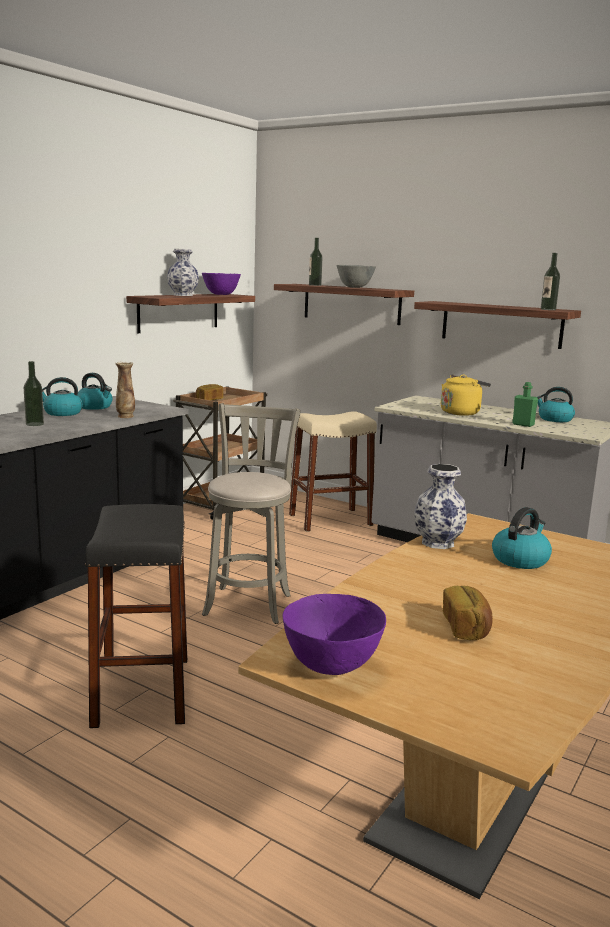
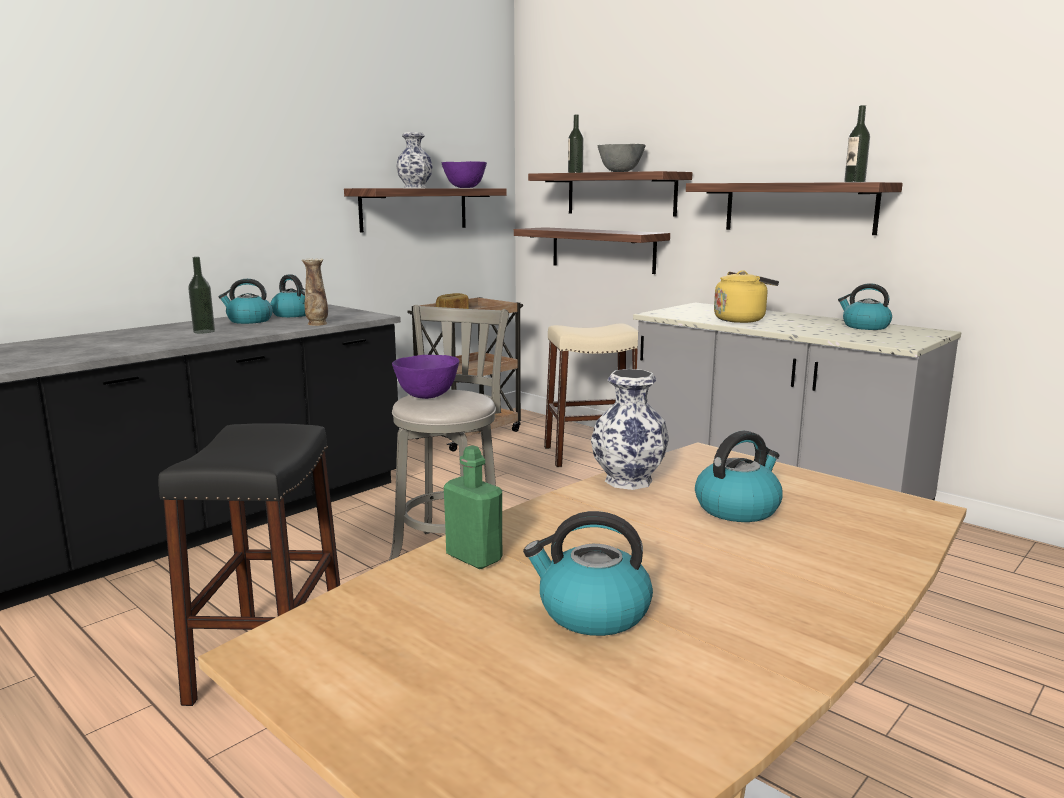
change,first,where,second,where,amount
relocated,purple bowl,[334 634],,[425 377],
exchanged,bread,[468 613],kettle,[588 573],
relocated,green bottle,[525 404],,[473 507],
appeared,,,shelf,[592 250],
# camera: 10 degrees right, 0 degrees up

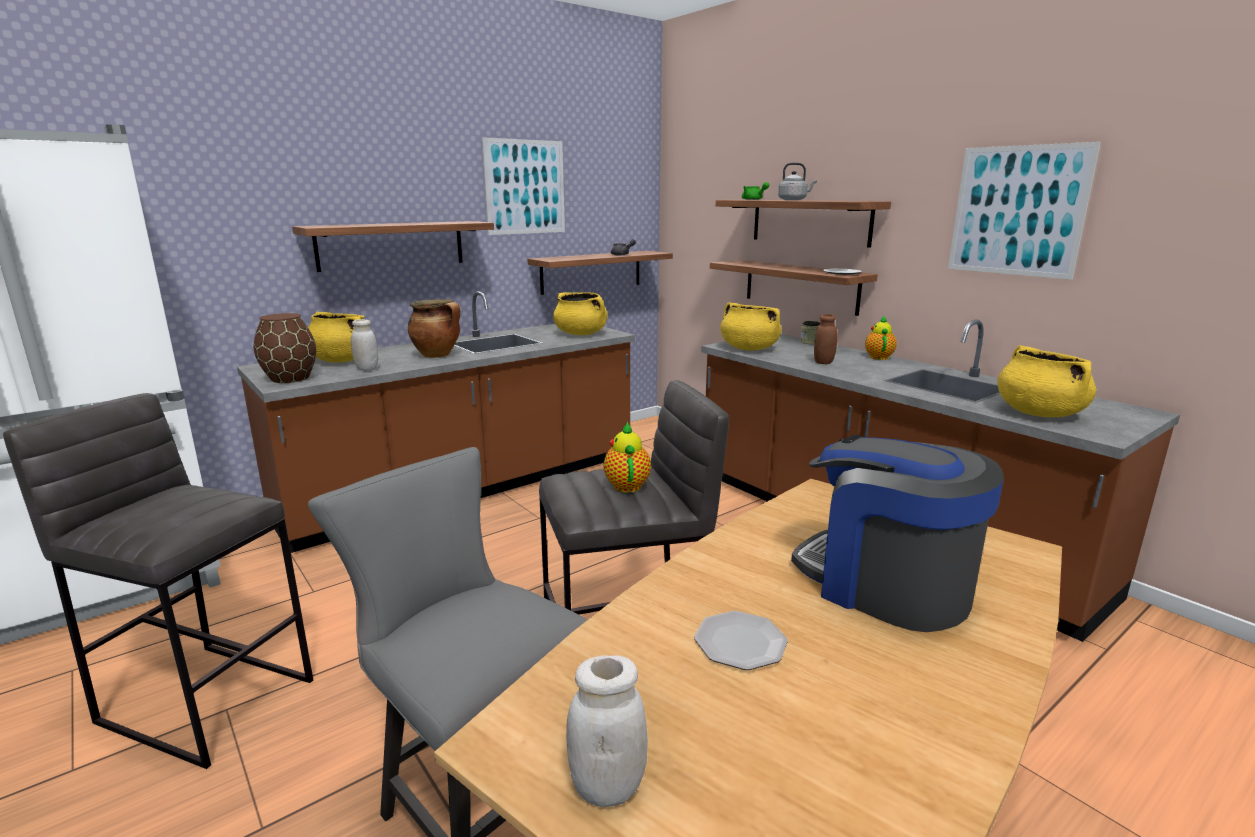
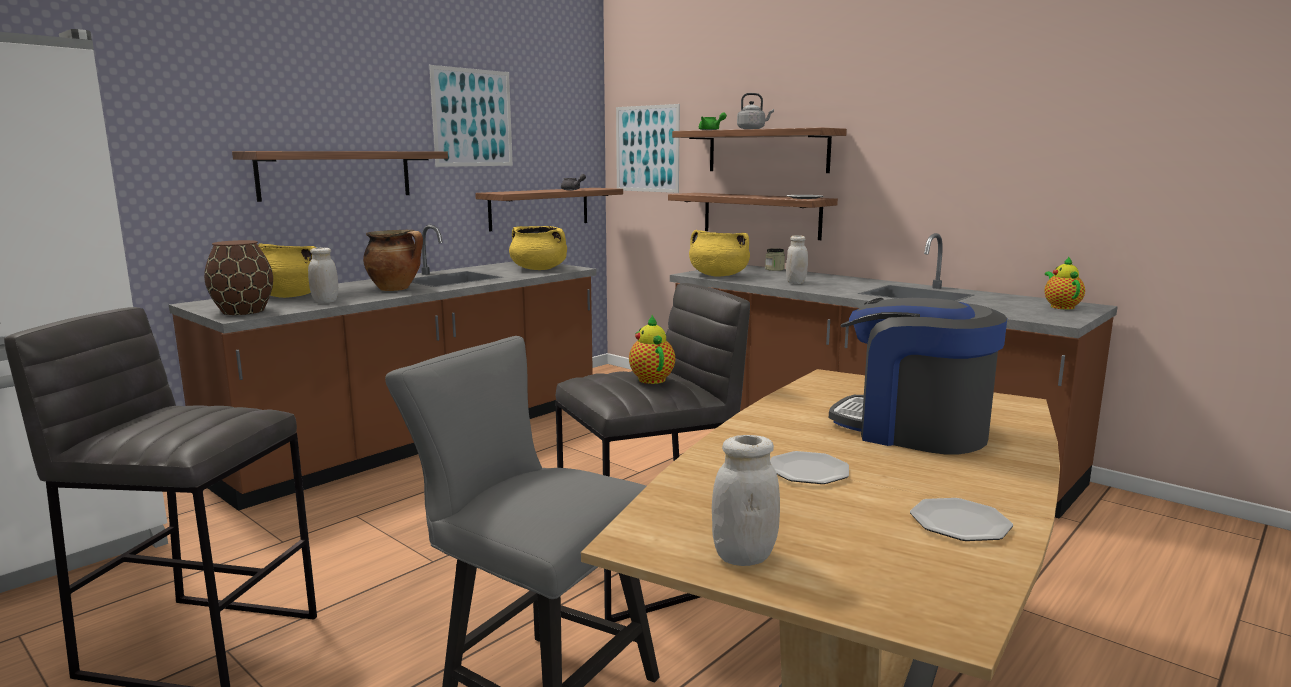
change,first,where,second,where,amount
colour,brown jar,[826 339],white jar,[797 259],
relocated,teapot,[881 338],,[1065 283],
relocated,picture,[1024 211],,[648 148],
missing,yellow cooking pot,[1046 381],,,
appeared,,,plate,[961 519],
# camera: 10 degrees left, 5 degrees down

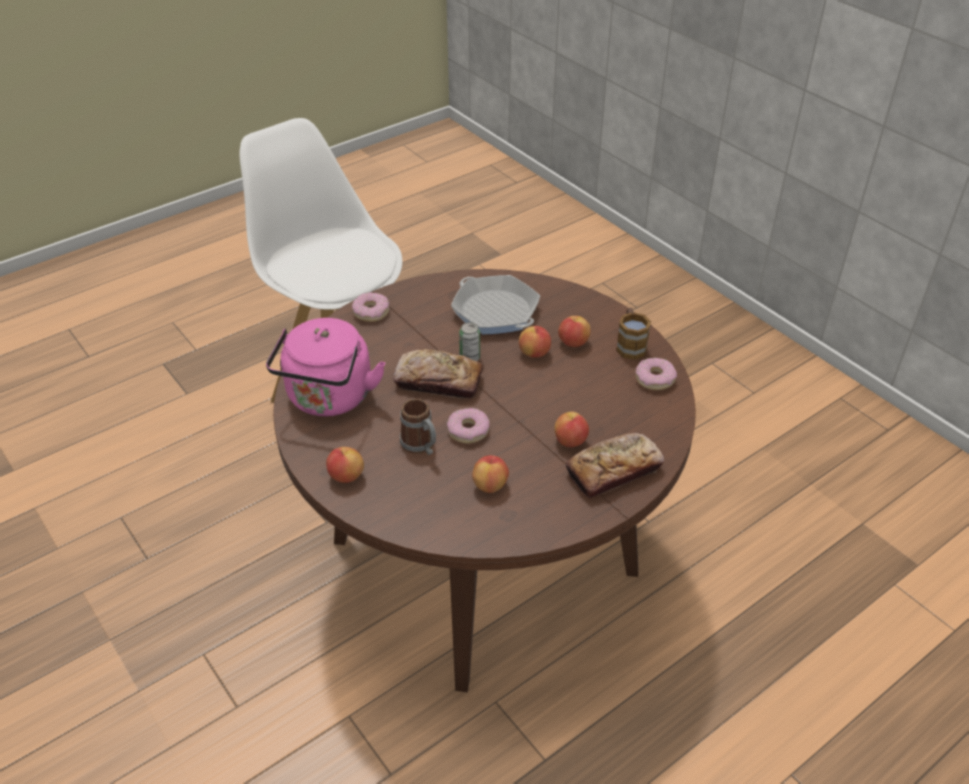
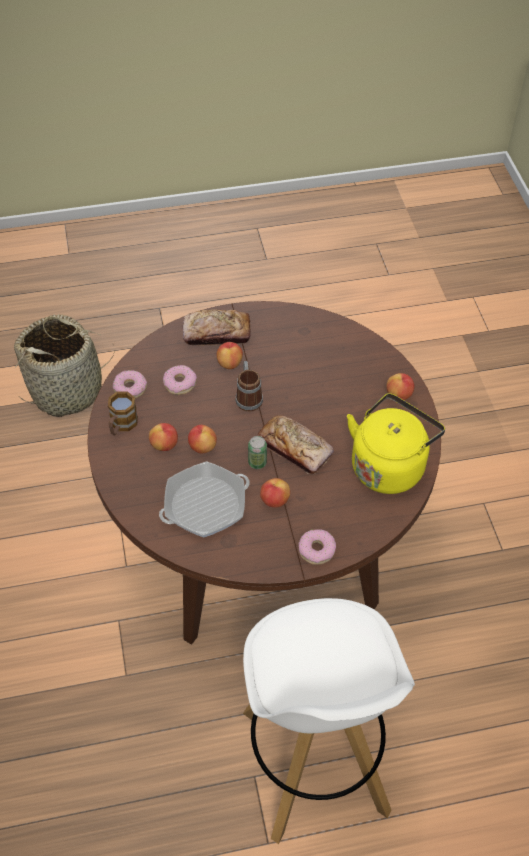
change,first,where,second,where,amount
colour,pink kettle,[325 367],yellow kettle,[396 443],
relocated,mug,[418 427],,[249 386],
relocated,donut,[468 426],,[180 380],
spun,frying pan,[495 304],,[204 499],75 degrees clockwise
relocated,apple,[490 474],,[275 493],
appeared,,,basket,[64 365],
# camera: 155 degrees left, 10 degrees up

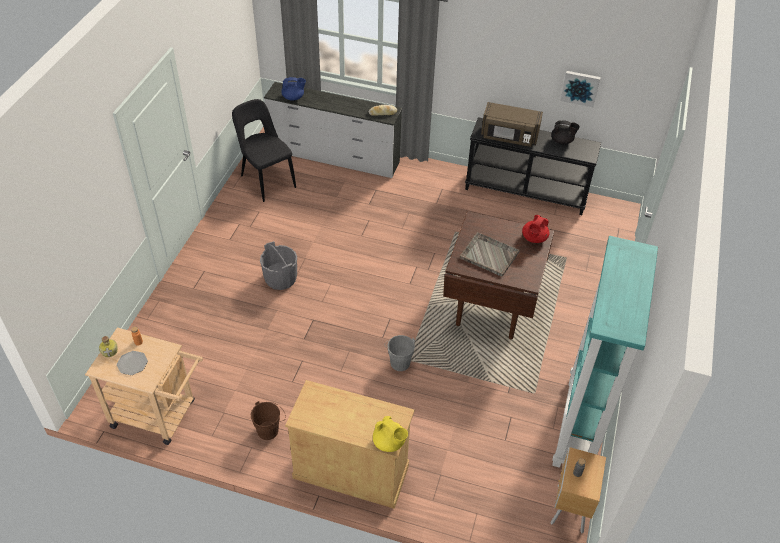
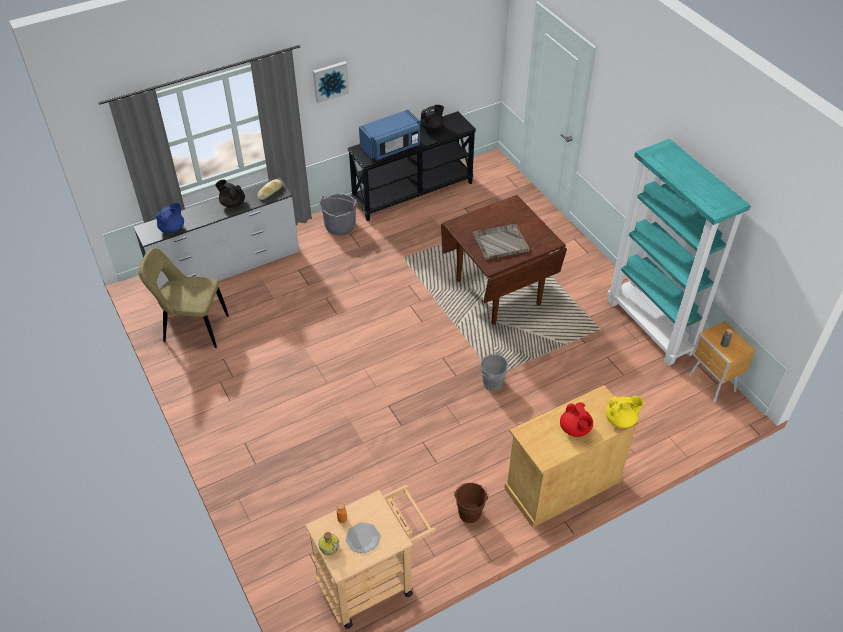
change,first,where,second,where,amount
colour,black chair,[264 150],beige chair,[184 298],
relocated,grey bucket,[278 265],,[338 214],
colour,brown microwave,[512 124],blue microwave,[389 135],
relocated,red teapot,[535 229],,[576 419],
relocated,picture,[580 89],,[331 82],
appeared,,,black teapot,[230 193],
# camera: 45 degrees left, 0 degrees up

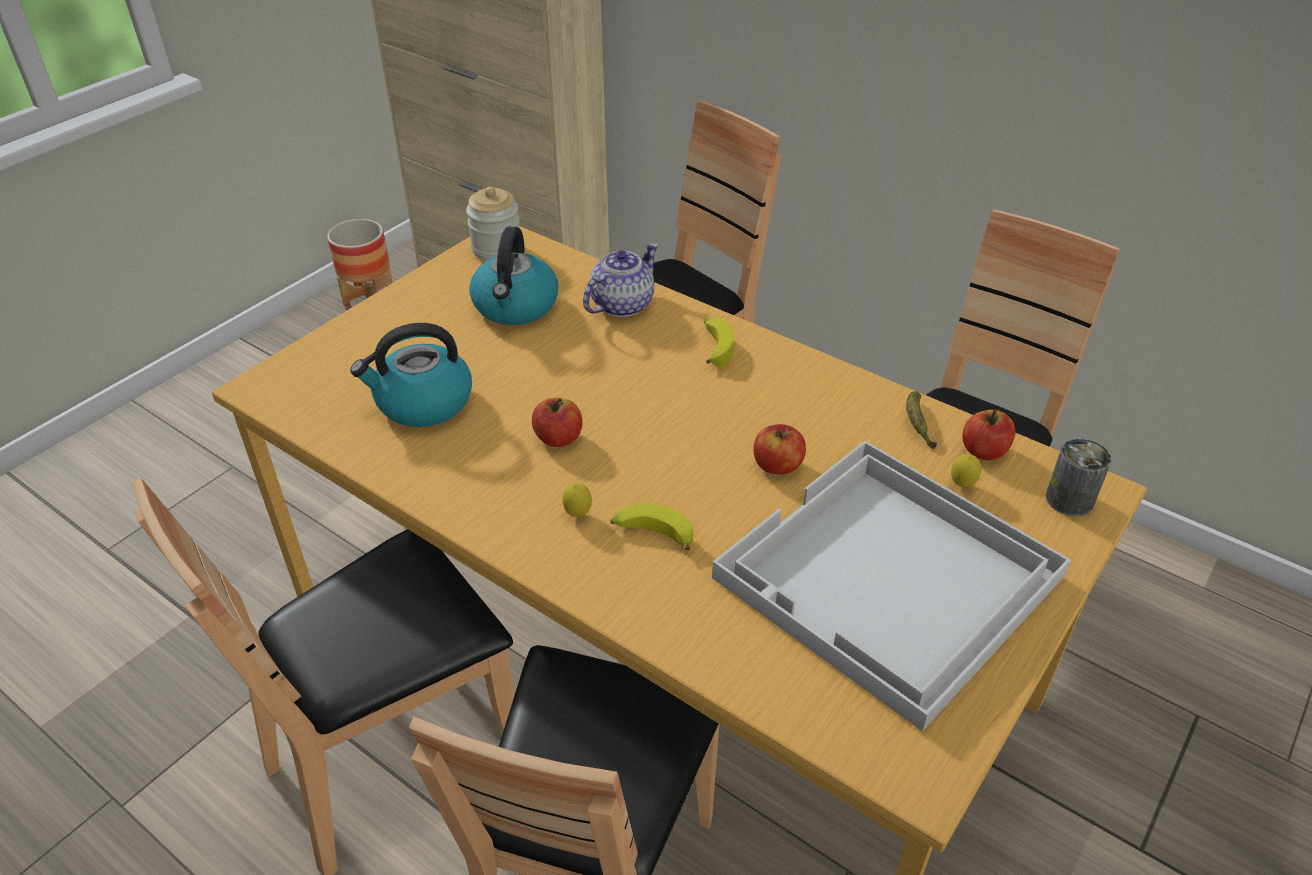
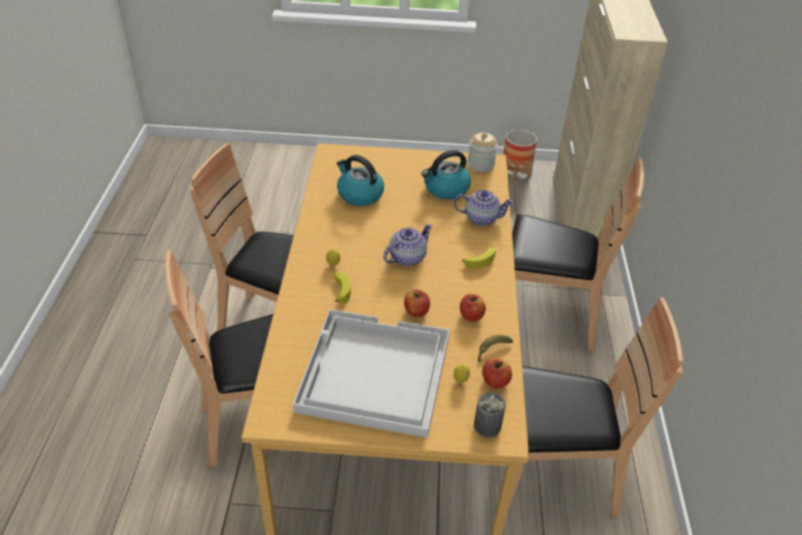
change,first,where,second,where,amount
relocated,apple,[557 422],,[473 308],
appeared,,,teapot,[408 245],
# camera: 55 degrees right, 0 degrees up

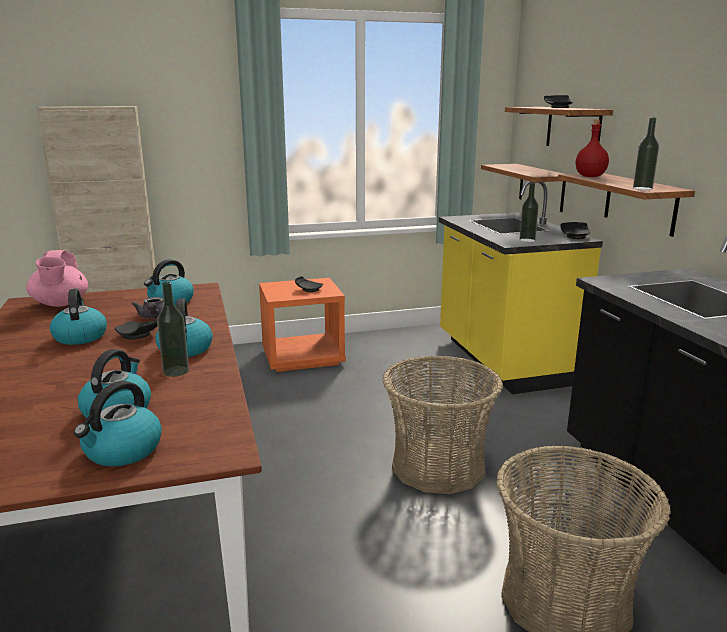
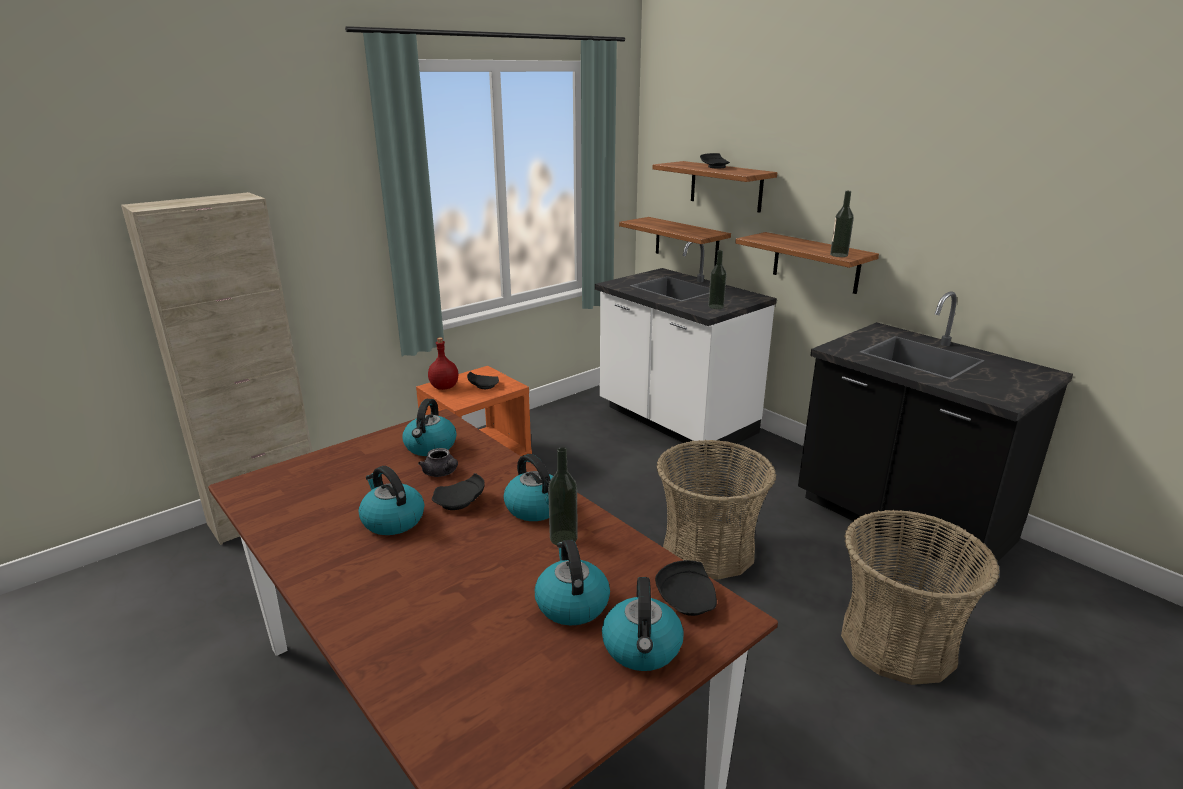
change,first,where,second,where,amount
missing,pink teapot,[57 278],,,
colour,yellow counter,[521 287],white counter,[686 348],
relocated,black plate,[575 230],,[686 588],
relocated,red bottle,[592 148],,[443 363],
# camera: 25 degrees left, 5 degrees up

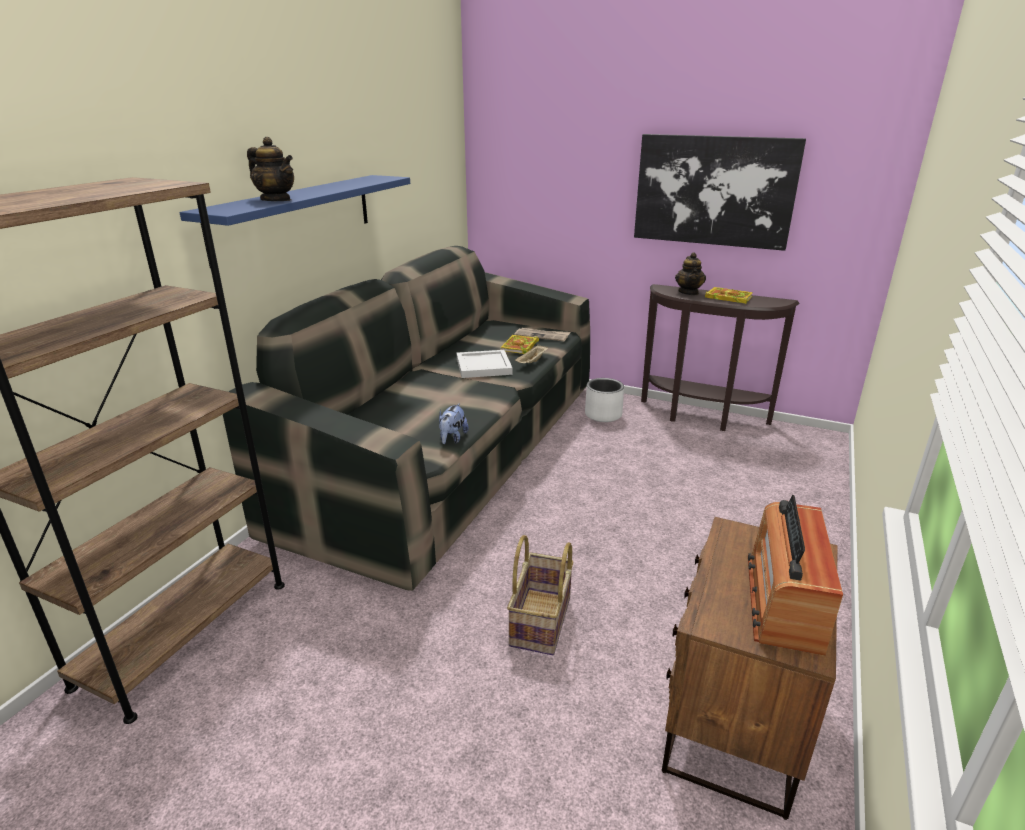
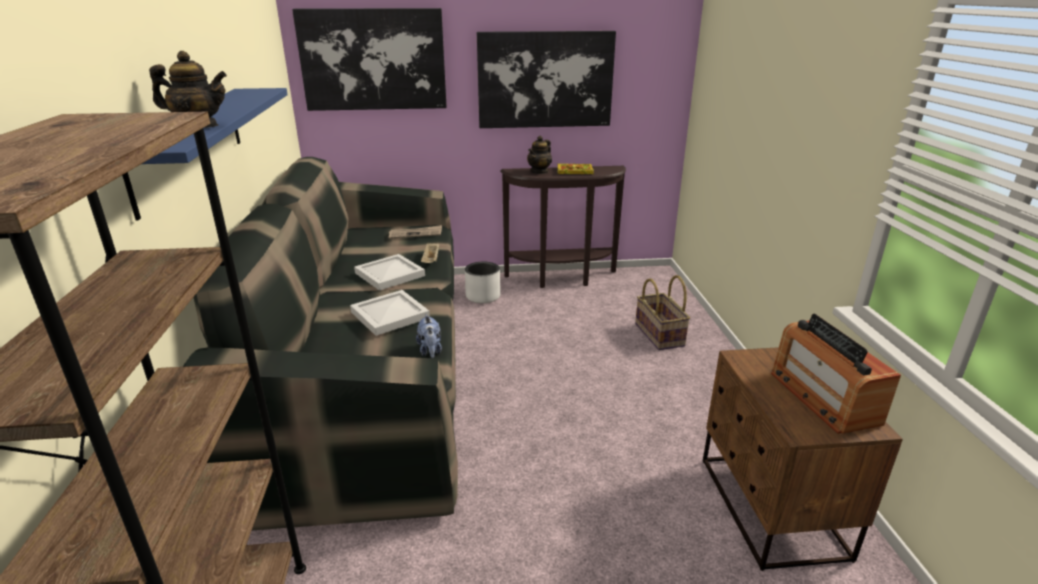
change,first,where,second,where,amount
missing,book,[520 344],,,
relocated,basket,[540 595],,[662 312],
spun,teapot,[690 273],,[539 155],60 degrees clockwise
appeared,,,picture,[369 59],
appeared,,,white tray,[390 313],
# camera: 30 degrees left, 0 degrees up

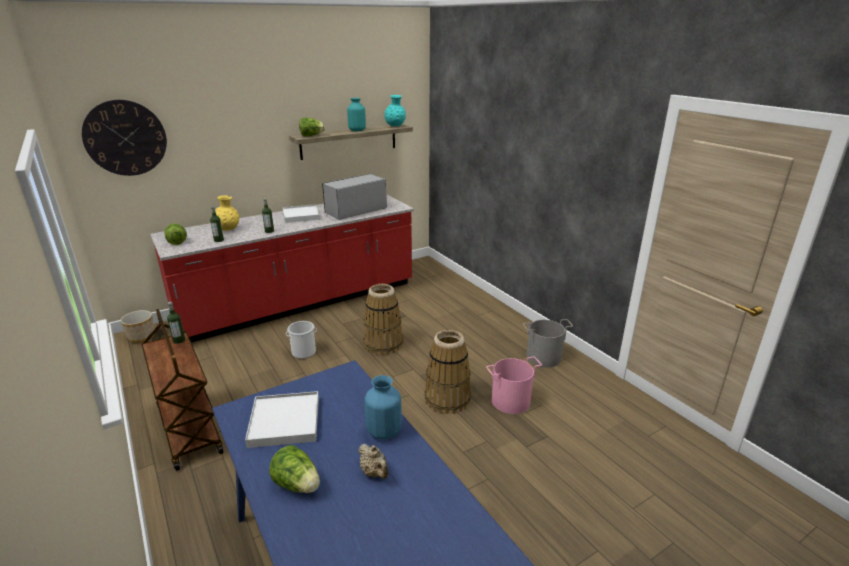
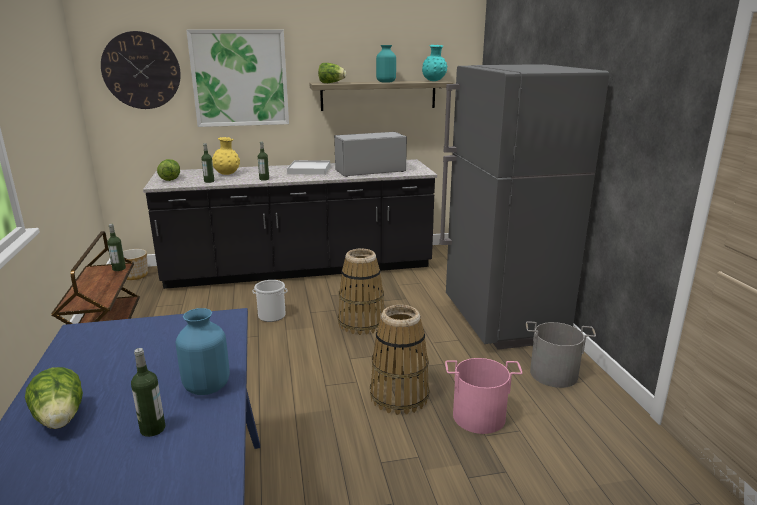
change,first,where,second,where,amount
colour,red counter,[282 268],black counter,[290 224],
missing,white tray,[282 419],,,
exchanged,beige teapot,[373 461],bottle,[148 392],
appeared,,,picture,[237 78],
appeared,,,grey fridge,[524 207],
# camera: 20 degrees right, 5 degrees down

